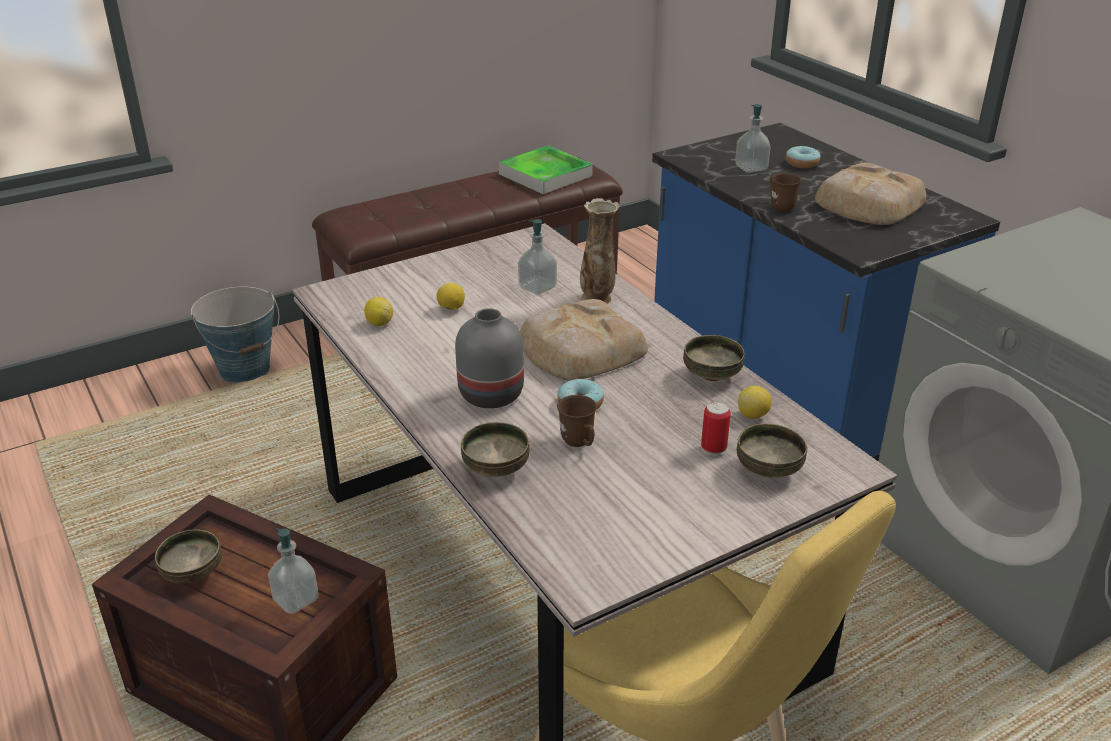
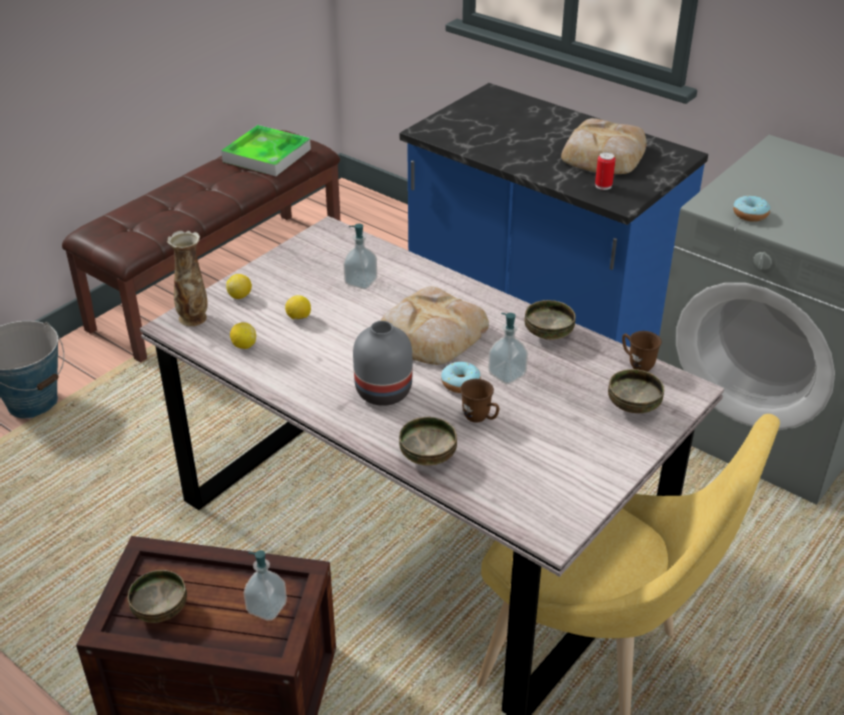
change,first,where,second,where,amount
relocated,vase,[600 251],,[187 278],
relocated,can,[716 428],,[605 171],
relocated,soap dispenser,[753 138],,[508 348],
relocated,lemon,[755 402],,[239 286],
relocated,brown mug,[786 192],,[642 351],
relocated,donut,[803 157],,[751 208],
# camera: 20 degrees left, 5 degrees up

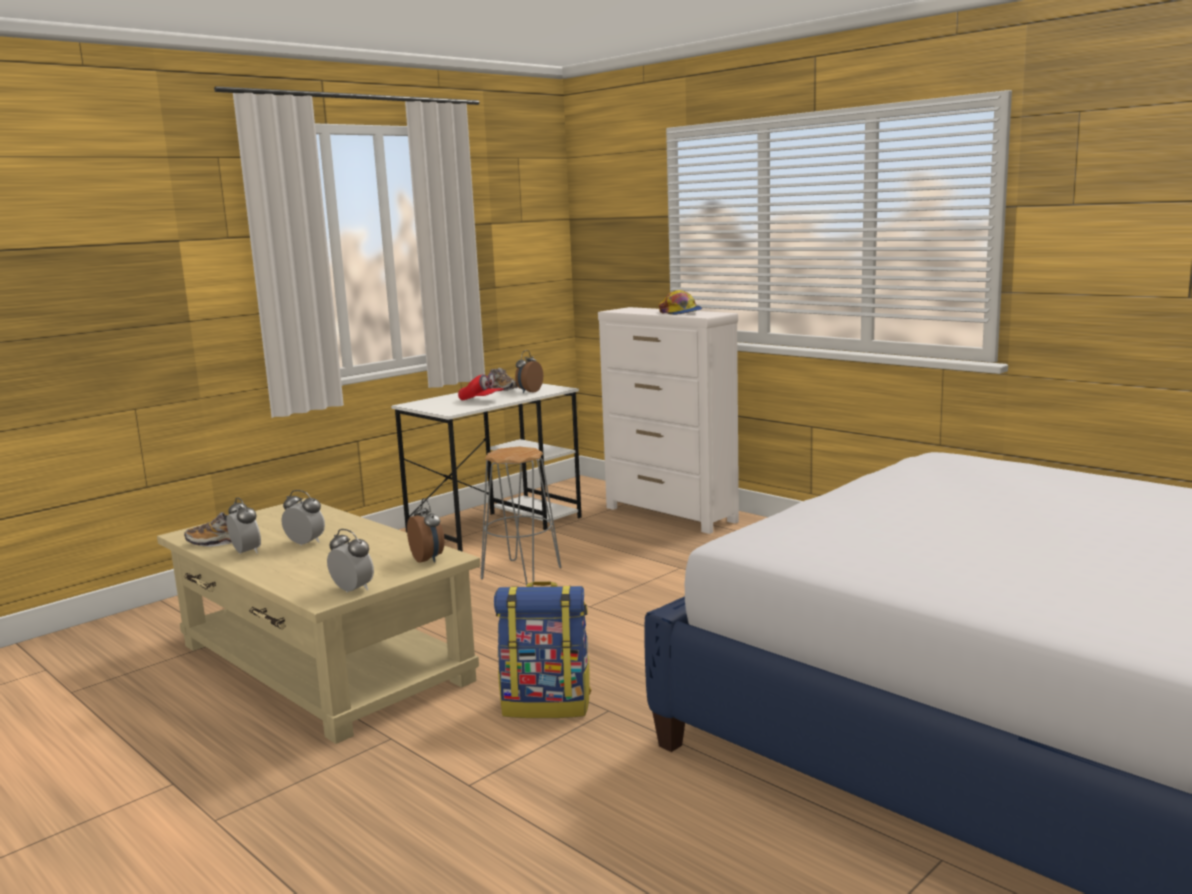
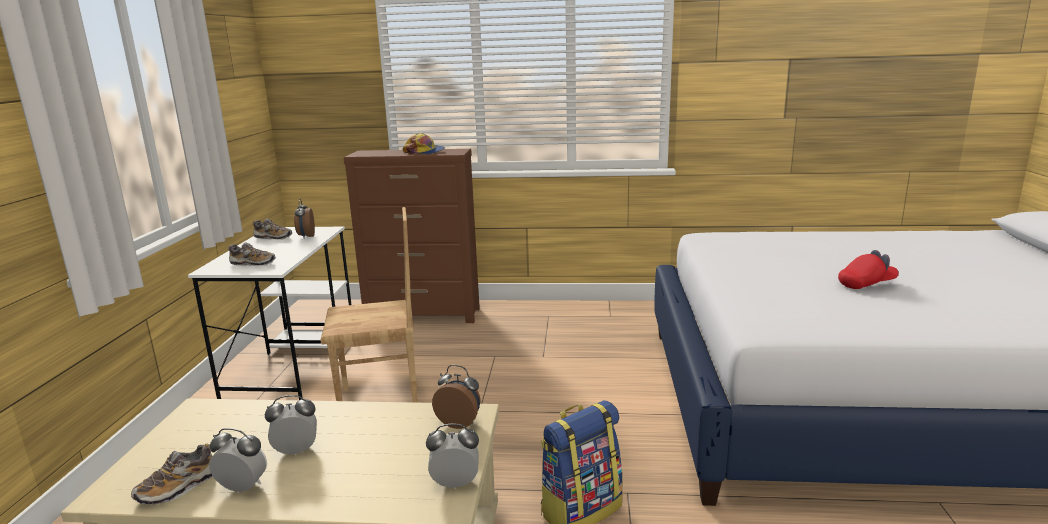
change,first,where,second,where,amount
relocated,red cap,[481 386],,[868 269],
exchanged,grey stool,[521 516],brown chair,[369 305],
colour,white dresser,[668 420],brown dresser,[412 236],
appeared,,,shoe,[252 254],
# camera: 40 degrees left, 5 degrees up

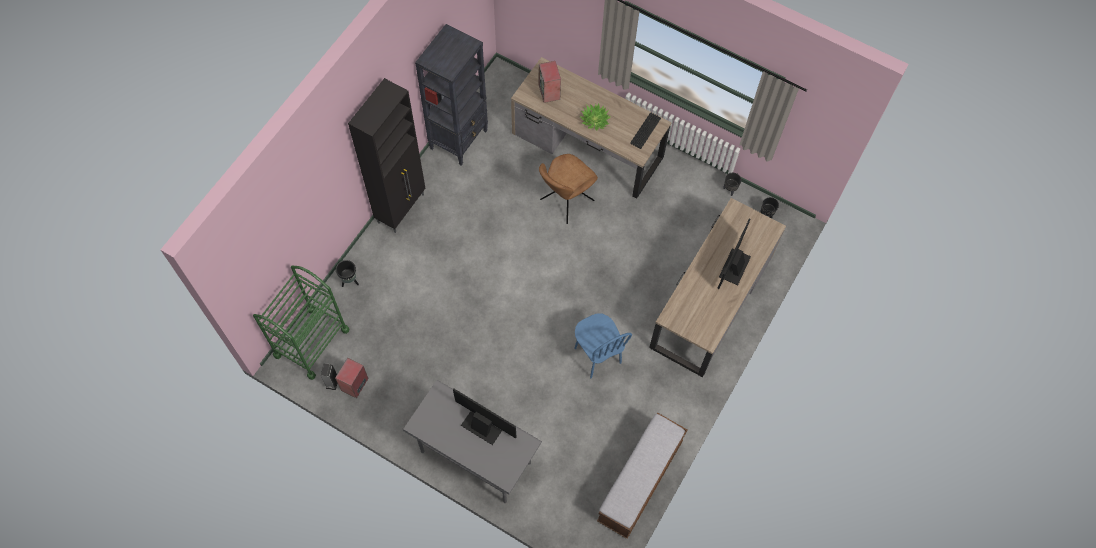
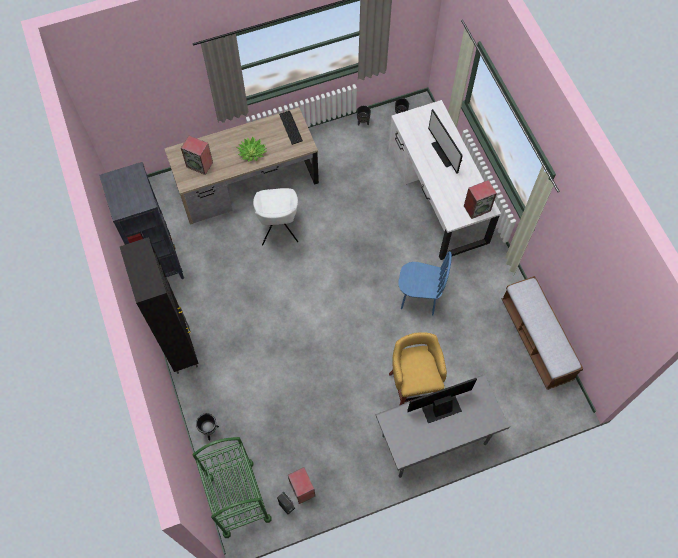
change,first,where,second,where,amount
colour,brown chair,[568 189],white chair,[275 216],
colour,brown desk,[717 287],white desk,[444 180],
appeared,,,yellow stool,[418 368],
appeared,,,speaker,[480 199],
# camera: 50 degrees left, 0 degrees up

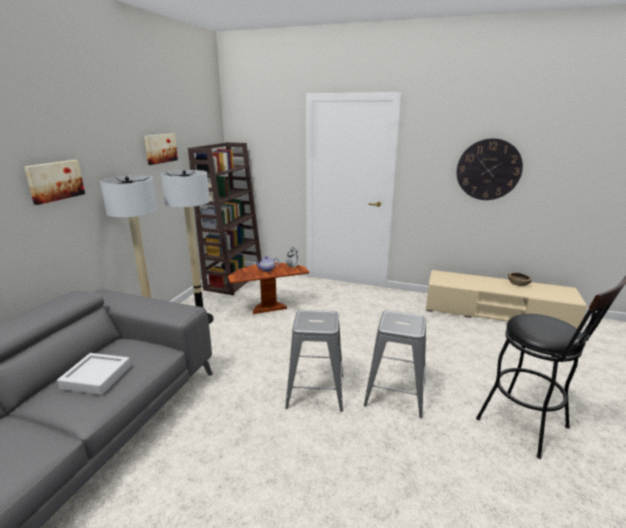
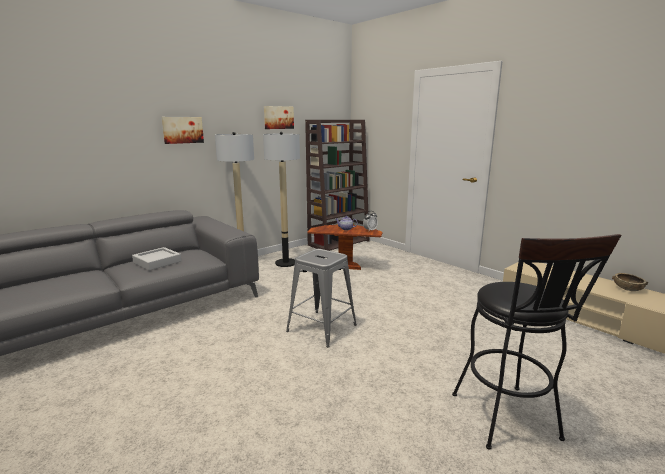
change,first,where,second,where,amount
missing,grey stool,[395 364],,,
missing,wall clock,[490 169],,,
# camera: 30 degrees right, 5 degrees down

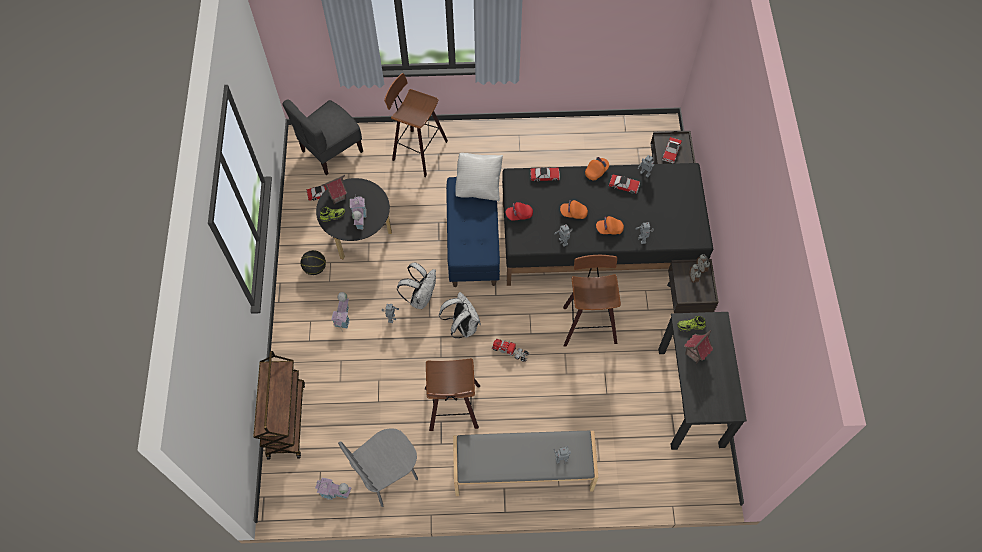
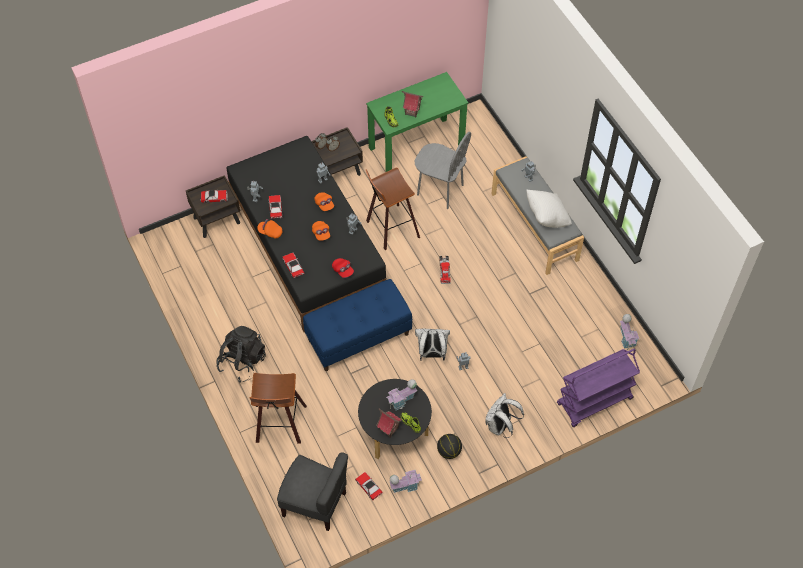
change,first,where,second,where,amount
colour,brown cart,[279 405],purple cart,[598 388],
relocated,toy house,[340 312],,[405 481],
relocated,grey chair,[378 467],,[443 170],
missing,stool,[452 394],,,
relocated,white backpack,[460 315],,[504 415],
relocated,white pillow,[479 177],,[549 209],
colour,black desk,[702 381],green desk,[417 122],
appeared,,,black backpack,[241 354],
# camera: 115 degrees left, 5 degrees down

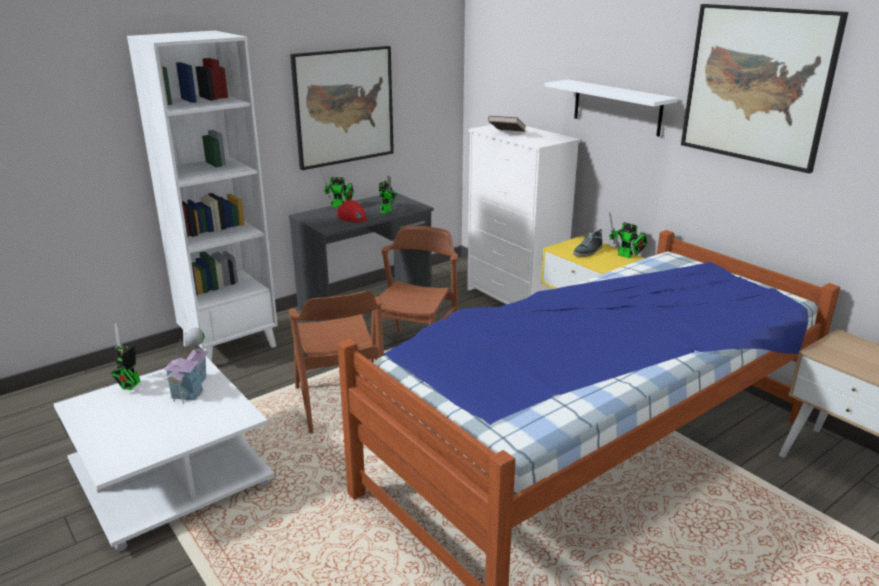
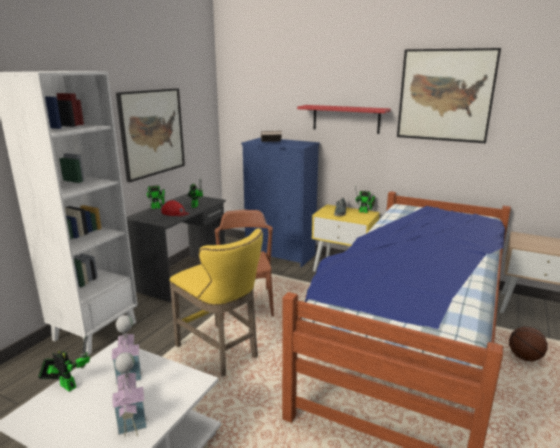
change,first,where,second,where,amount
spun,toy robot,[125 356],,[64 364],135 degrees clockwise
exchanged,brown chair,[336 362],yellow stool,[216 302],
colour,white dresser,[524 214],blue dresser,[280 202],
colour,white shelf,[611 108],red shelf,[344 119],
appeared,,,toy house,[130 394],
appeared,,,basketball,[528 344],
# camera: 25 degrees left, 5 degrees down

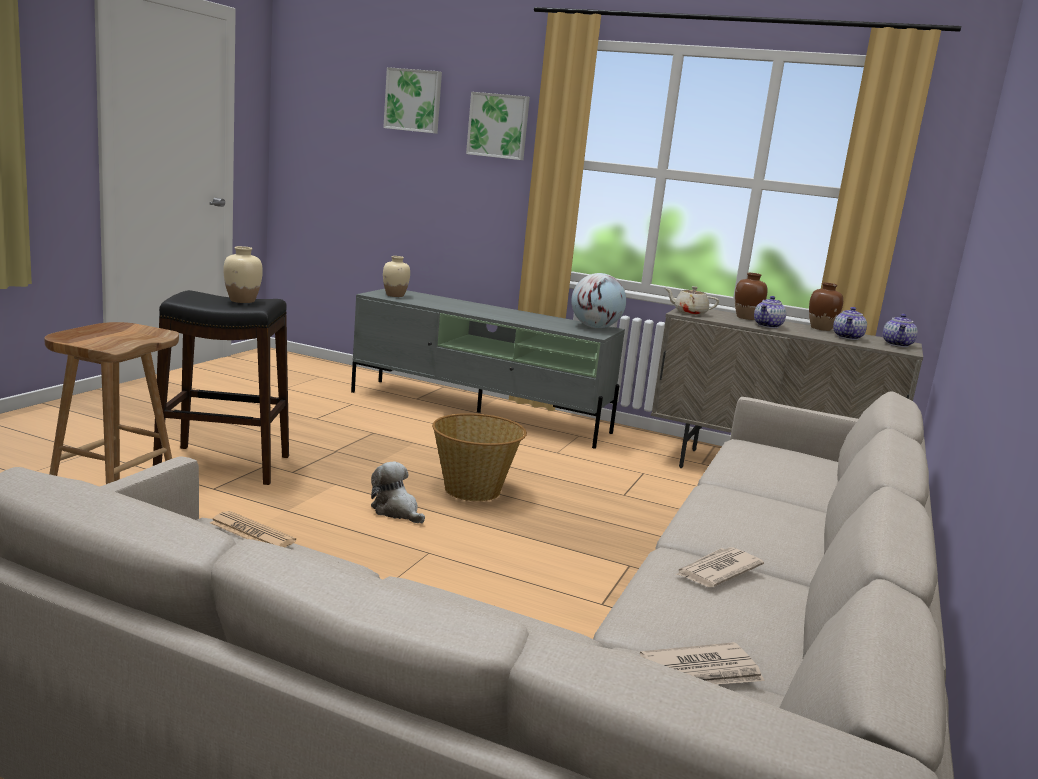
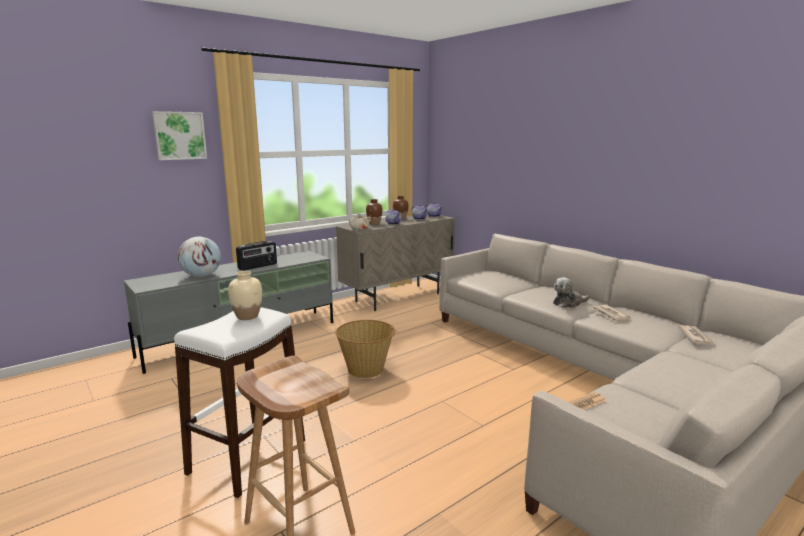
change,first,where,second,where,amount
colour,black stool,[221 387],white stool,[239 402],
relocated,plush toy,[398 492],,[571 292],
missing,picture,[412 100],,,
missing,beige vase,[396 276],,,
relocated,globe,[598 300],,[199 257],
appeared,,,radio,[256 256],
# camera: 60 degrees left, 0 degrees up

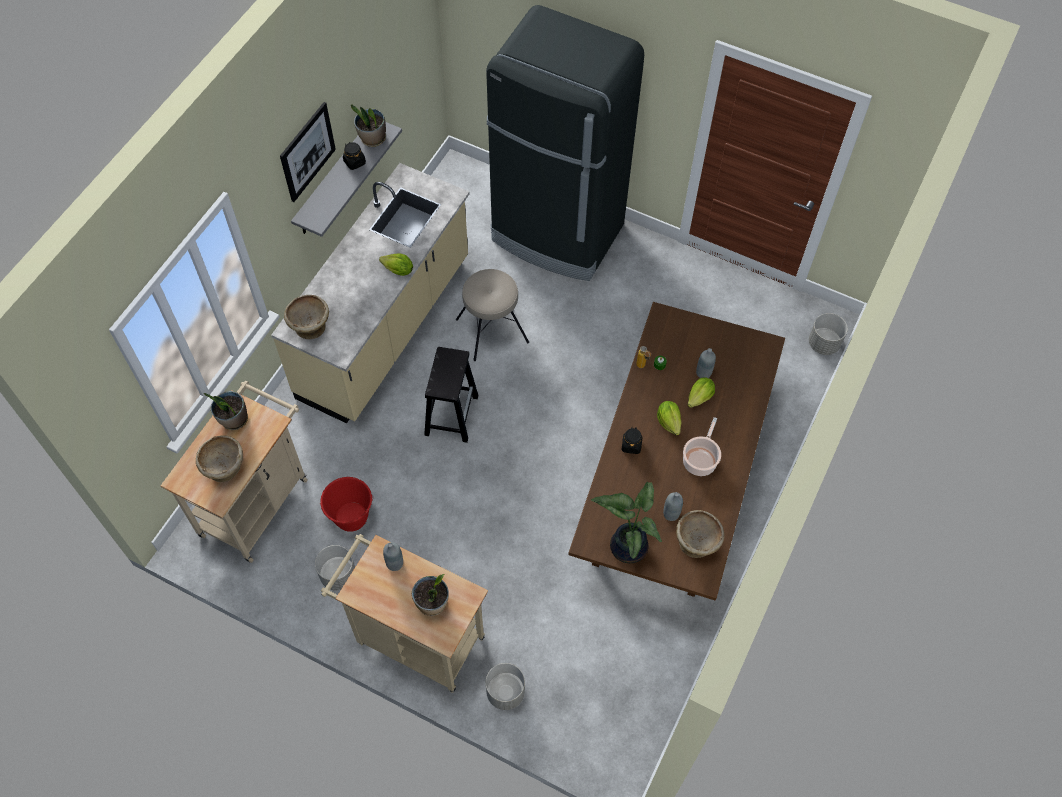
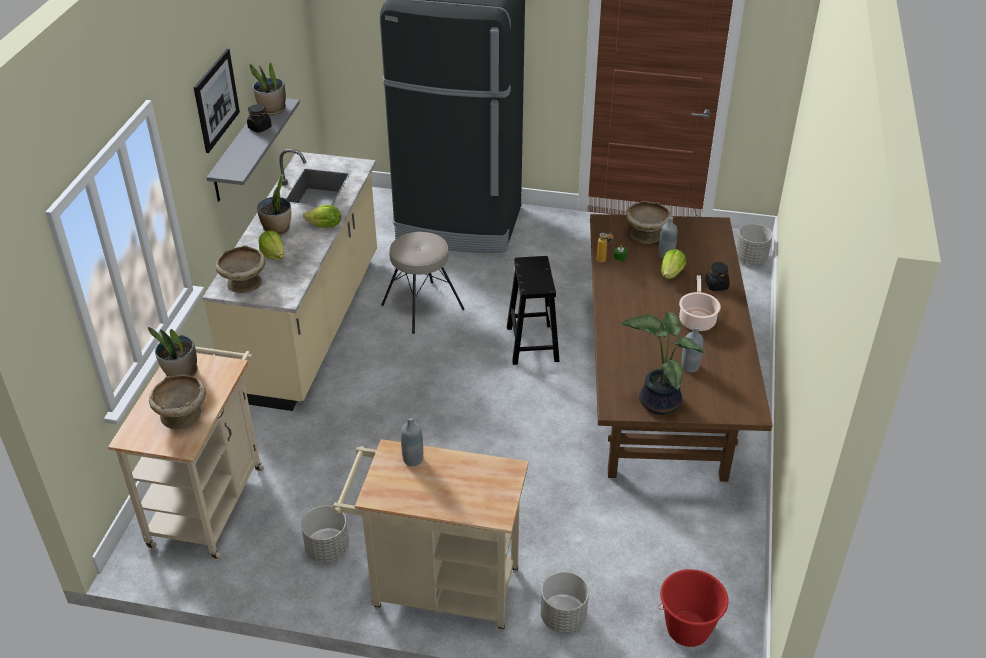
change,first,where,second,where,amount
relocated,red bucket,[347 504],,[693 608],
relocated,potted plant,[430 595],,[274 204],
relocated,black stool,[451 395],,[533 310],
relocated,black jar,[631 440],,[717 276],
relocated,lettuce,[669 418],,[271 245],
relocated,beige bowl,[700 534],,[649 222],
# camera: 15 degrees left, 20 degrees down

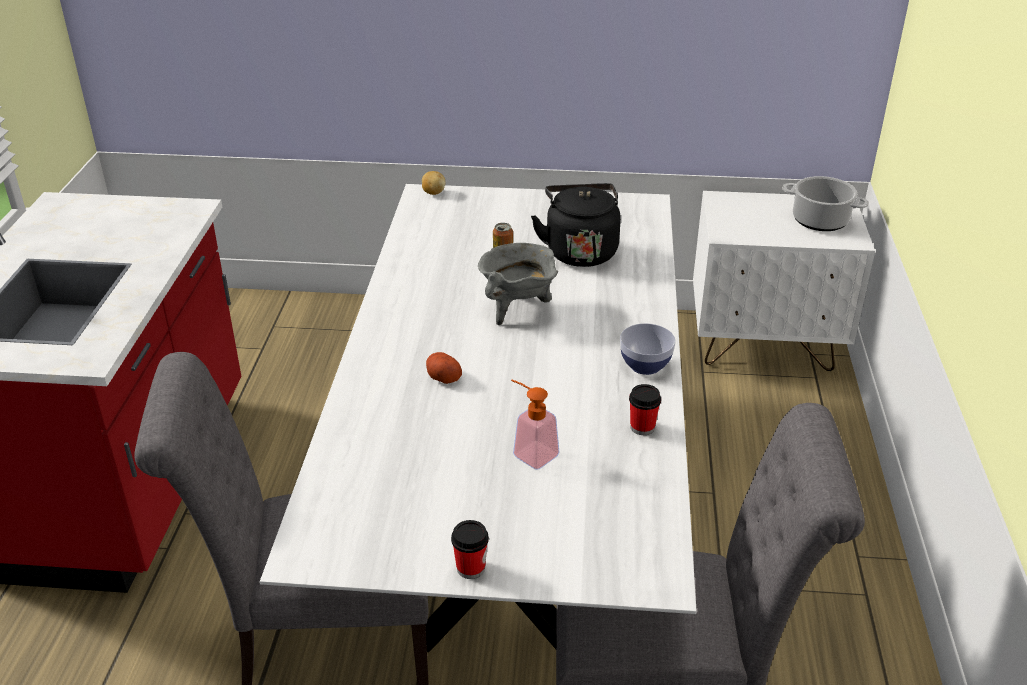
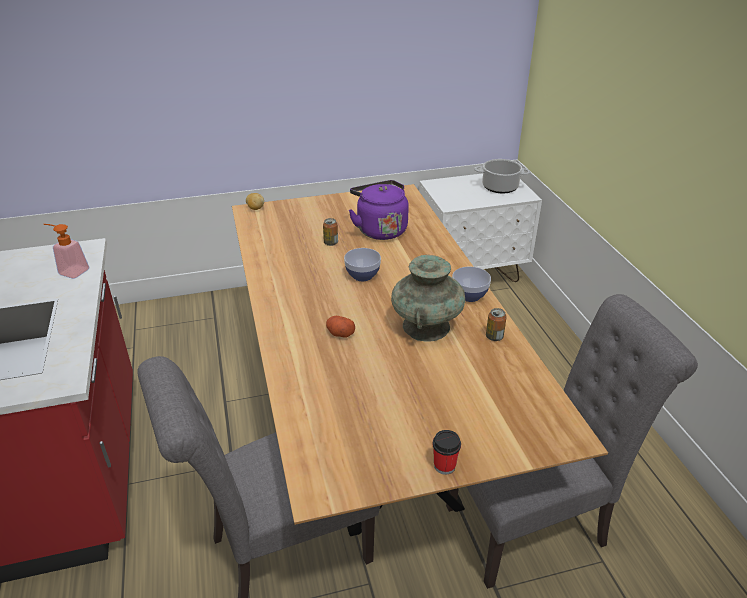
change,first,where,second,where,amount
colour,white dining table,[478 418],brown dining table,[420 360],
exchanged,grey cooking pot,[518 284],bowl,[362 264],
relocated,soap dispenser,[535 425],,[66 251],
colour,black kettle,[576 225],purple kettle,[379 210],
exchanged,cup,[645 409],can,[496 324],
appeared,,,turquoise vase,[428 298],
# camera: 20 degrees left, 0 degrees up

